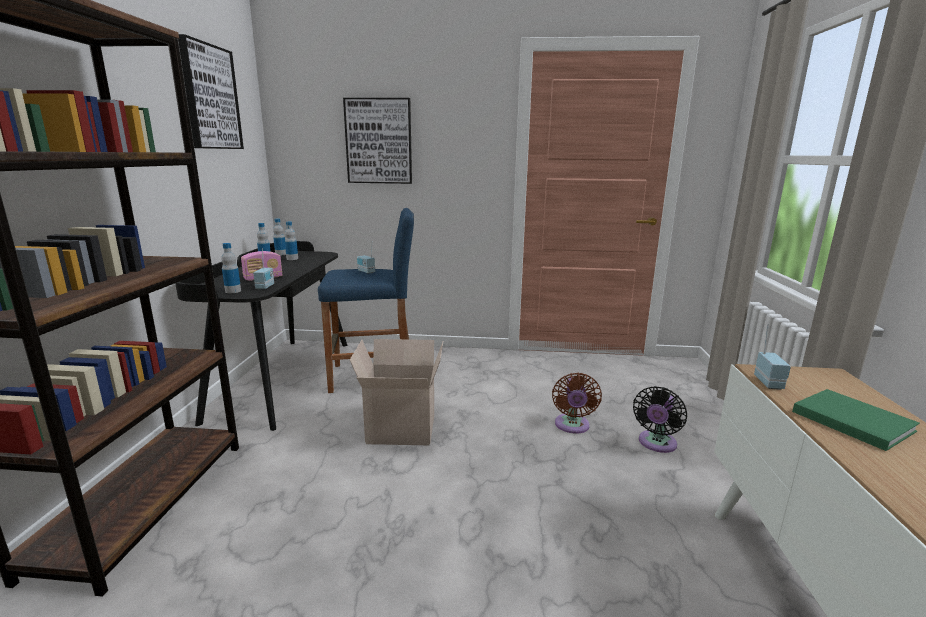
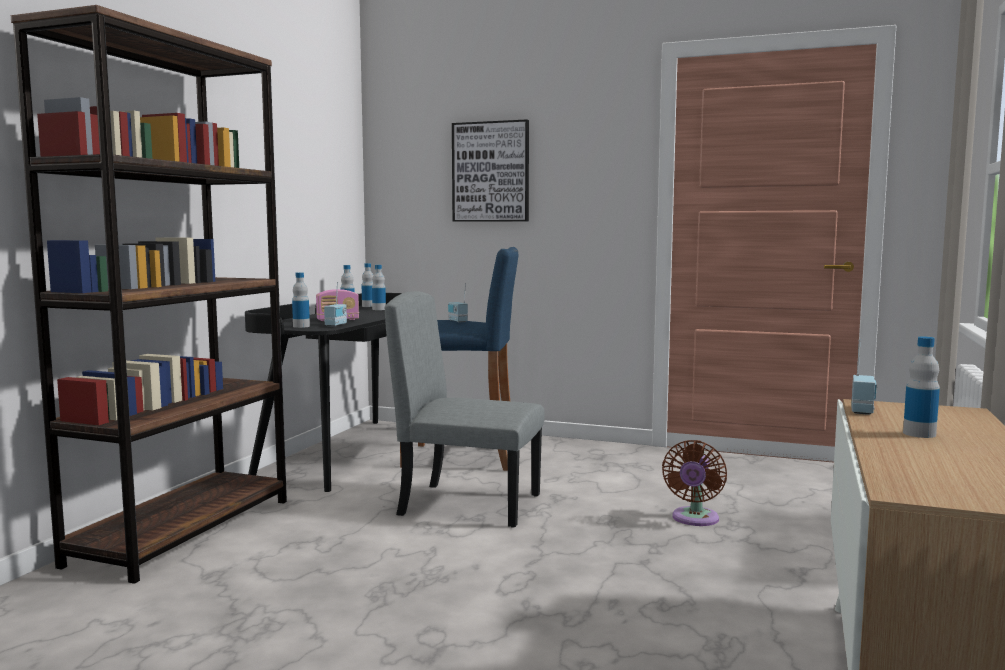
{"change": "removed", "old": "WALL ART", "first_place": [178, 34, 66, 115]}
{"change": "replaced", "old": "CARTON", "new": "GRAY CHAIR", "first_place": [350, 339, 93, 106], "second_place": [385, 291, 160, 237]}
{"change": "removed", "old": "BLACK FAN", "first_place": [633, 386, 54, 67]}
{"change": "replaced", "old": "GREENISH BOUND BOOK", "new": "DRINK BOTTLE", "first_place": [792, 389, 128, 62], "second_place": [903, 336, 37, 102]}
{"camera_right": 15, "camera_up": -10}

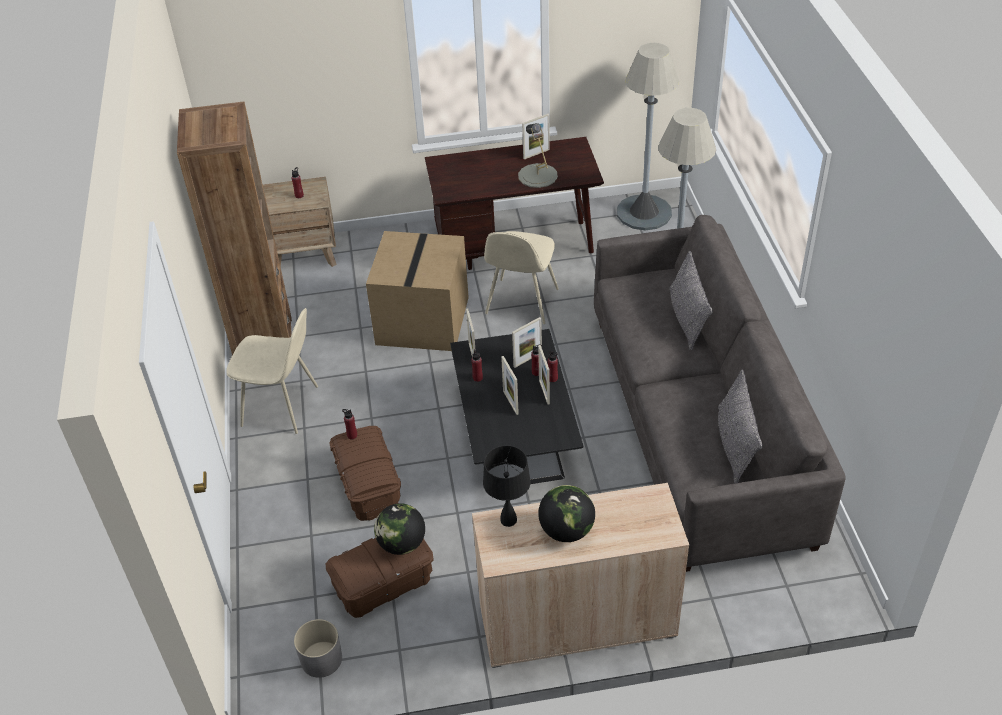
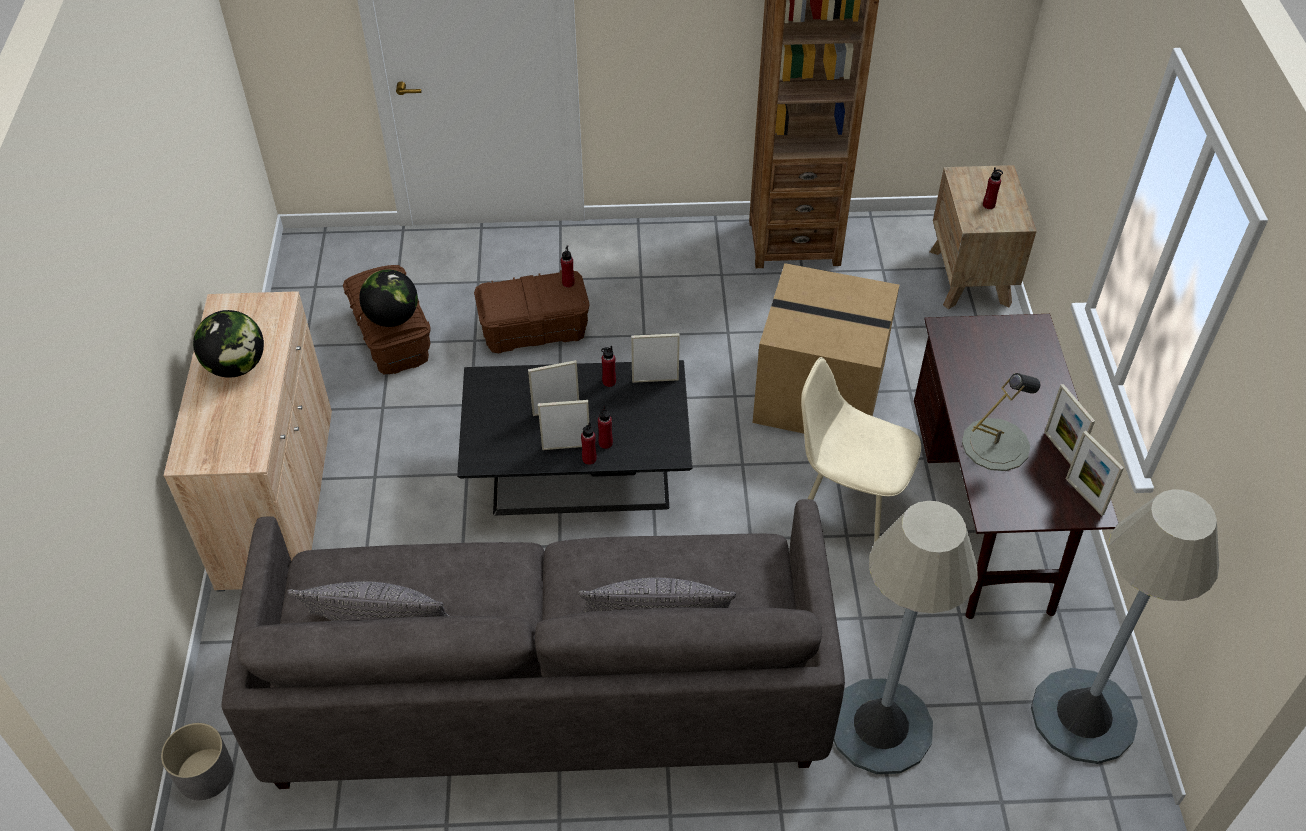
{"change": "removed", "old": "SAND-COLOURED CHAIR", "first_place": [226, 308, 92, 126]}
{"change": "moved", "old": "PICTURE FRAME", "first_place": [512, 317, 30, 51], "second_place": [1066, 431, 58, 85]}
{"change": "removed", "old": "BLACK TABLETOP LAMP", "first_place": [483, 445, 48, 82]}
{"change": "moved", "old": "GRAY PLANTER", "first_place": [294, 619, 48, 59], "second_place": [161, 723, 73, 77]}
{"camera_right": 95, "camera_up": 5}

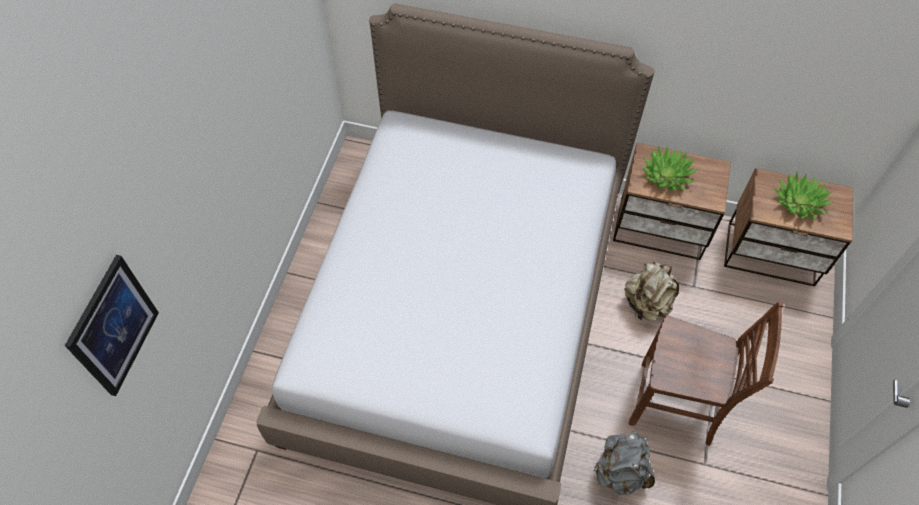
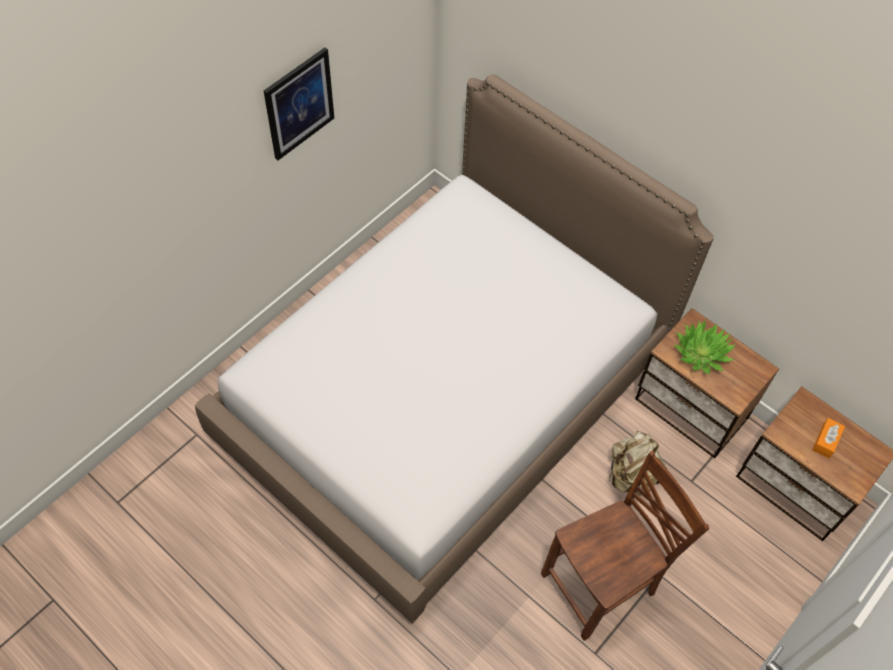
{"change": "replaced", "old": "HOUSEPLANT", "new": "ORANGE TISSUE BOX", "first_place": [774, 172, 60, 48], "second_place": [812, 418, 33, 40]}
{"change": "moved", "old": "WALL ART", "first_place": [65, 255, 94, 141], "second_place": [264, 48, 70, 112]}
{"change": "turned", "old": "BROWN CHAIR", "first_place": [629, 302, 154, 144], "second_place": [541, 451, 169, 190], "degrees": -75}
{"change": "removed", "old": "GRAY BACKPACK", "first_place": [594, 431, 61, 64]}
{"camera_right": 25, "camera_up": 0}

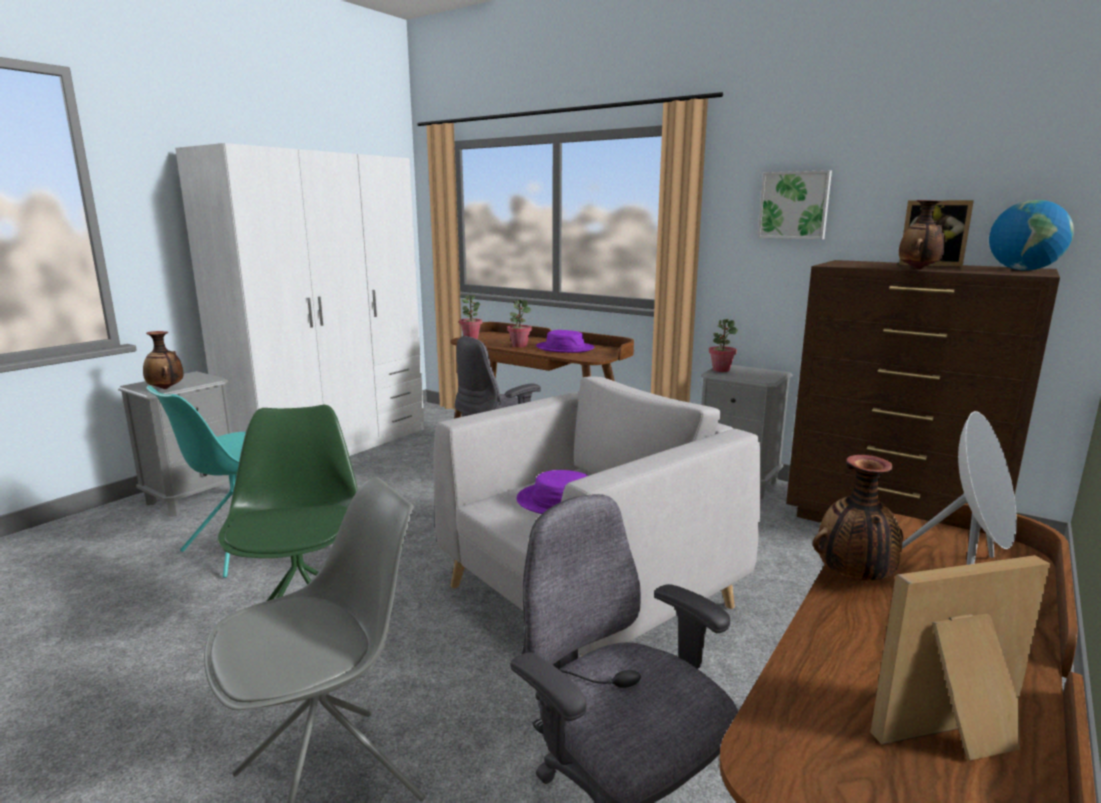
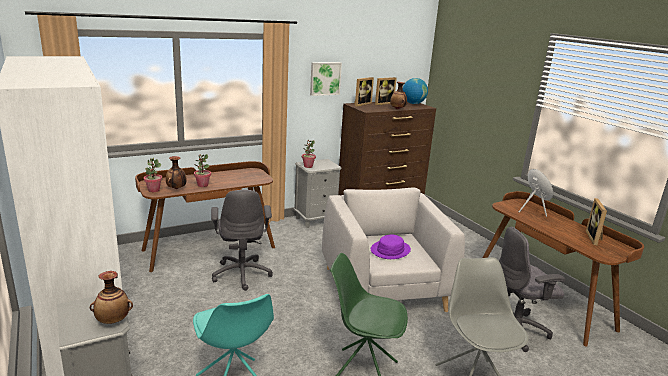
{"change": "removed", "old": "PURPLE-COLOURED HAT", "first_place": [536, 330, 58, 23]}
{"change": "moved", "old": "DECORATIVE VASE", "first_place": [813, 455, 91, 125], "second_place": [166, 156, 20, 33]}
{"change": "added", "new": "PICTURE FRAME", "second_place": [354, 77, 20, 29]}
{"camera_right": -65, "camera_up": 5}

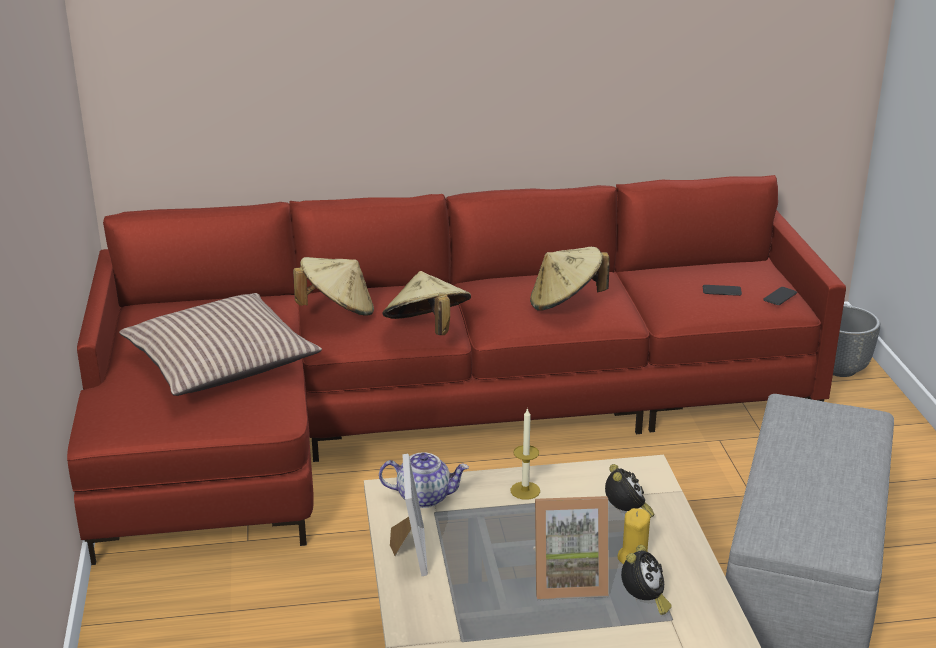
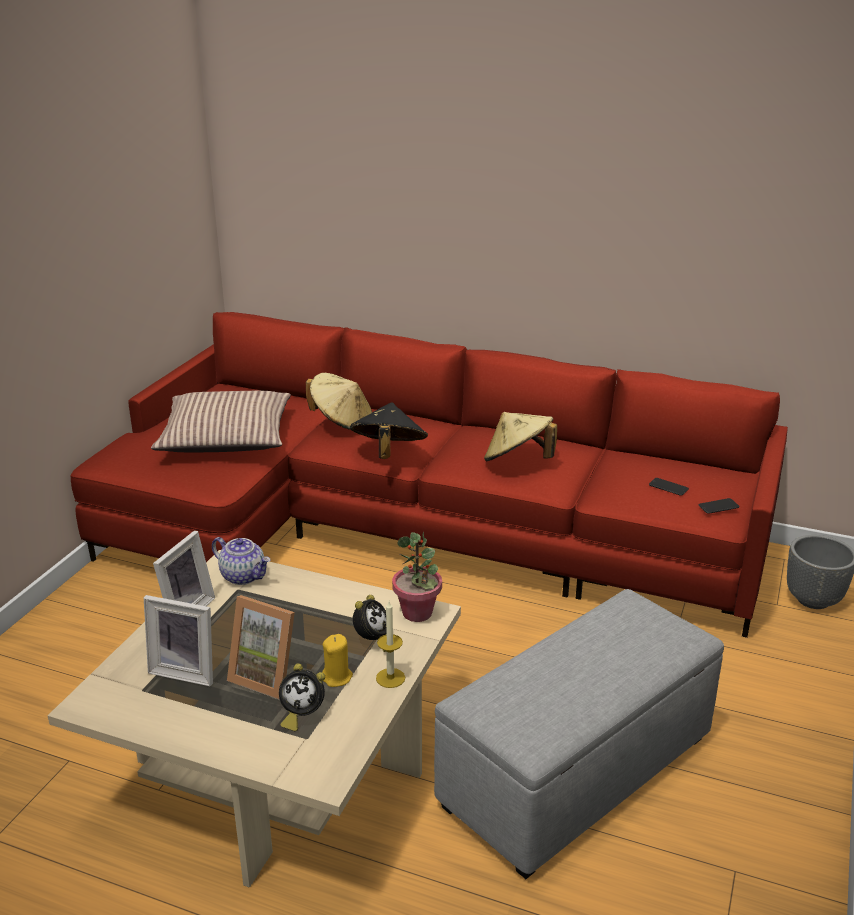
{"change": "recoloured", "old": "SAND-COLOURED HAT", "new": "BLACK HAT", "first_place": [382, 271, 89, 64], "second_place": [350, 402, 78, 57]}
{"change": "moved", "old": "WAX CANDLE", "first_place": [511, 408, 29, 92], "second_place": [376, 601, 29, 87]}
{"change": "turned", "old": "BEDSIDE CLOCK", "first_place": [621, 545, 51, 70], "second_place": [279, 663, 46, 68], "degrees": 45}
{"change": "added", "new": "HOUSEPLANT", "second_place": [392, 531, 50, 91]}
{"change": "added", "new": "PICTURE FRAME", "second_place": [144, 595, 69, 91]}
{"camera_right": 30, "camera_up": 0}

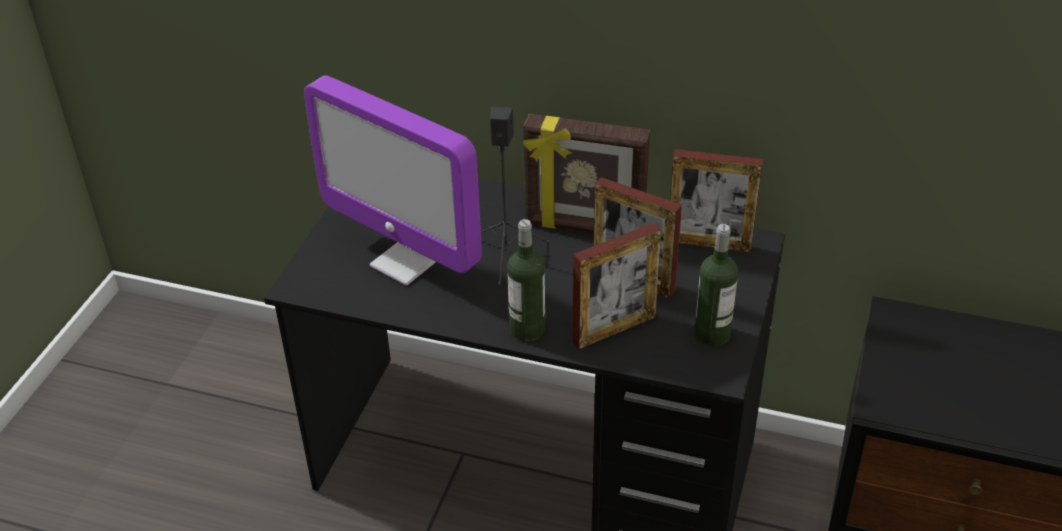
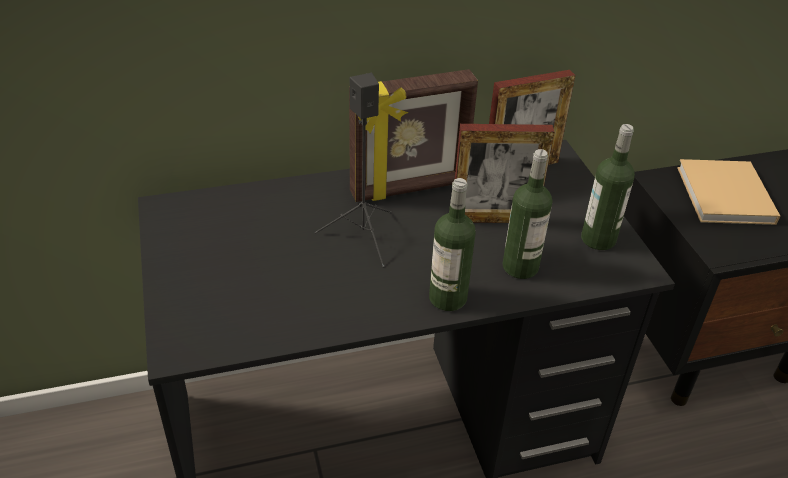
{"change": "removed", "old": "MONITOR", "first_place": [304, 75, 178, 211]}
{"change": "replaced", "old": "PICTURE FRAME", "new": "DRINK BOTTLE", "first_place": [573, 223, 88, 126], "second_place": [503, 149, 49, 130]}
{"change": "added", "new": "SAND-COLOURED BOUND BOOK", "second_place": [677, 159, 103, 66]}
{"camera_right": -35, "camera_up": 0}

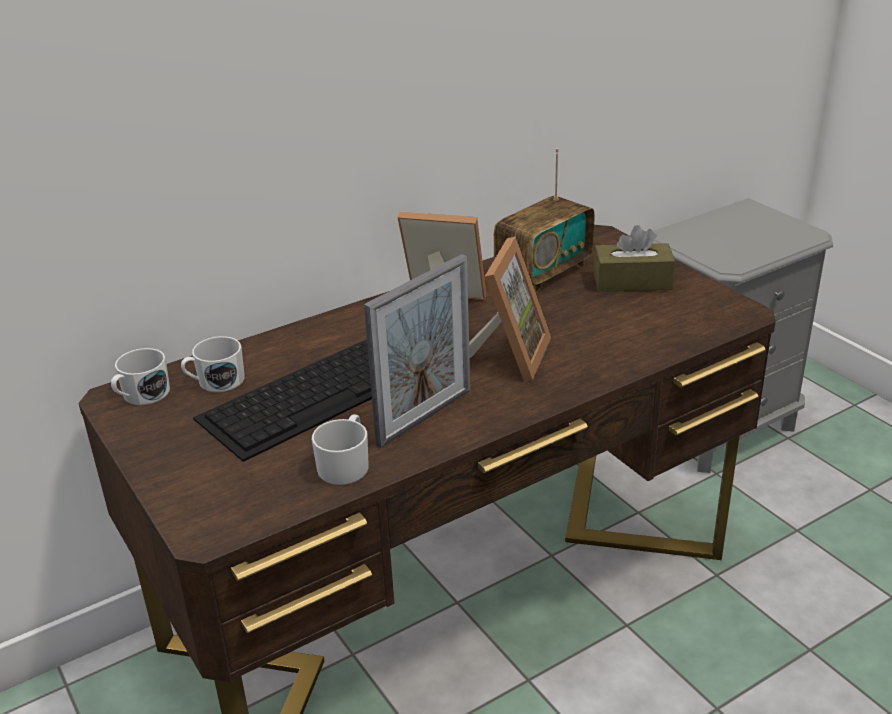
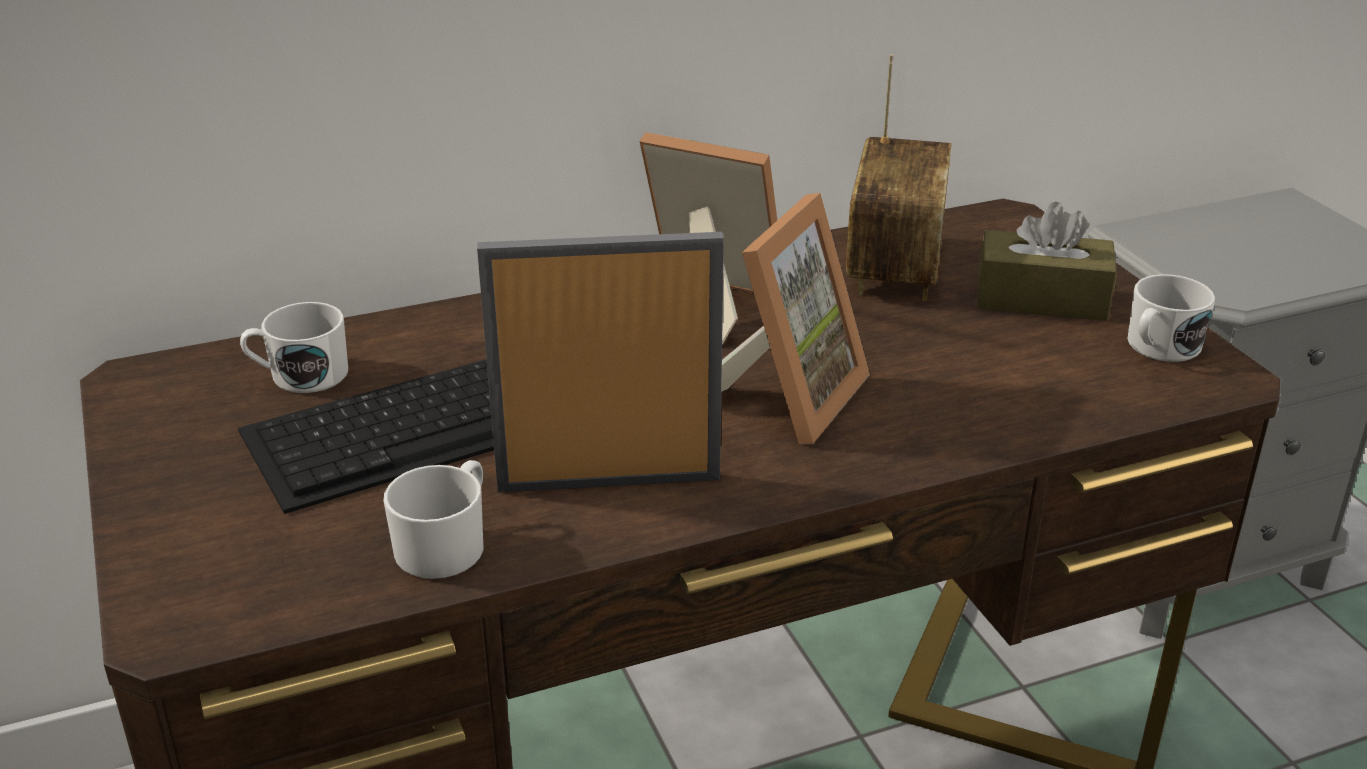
{"change": "turned", "old": "RADIO SET", "first_place": [494, 148, 101, 145], "second_place": [846, 54, 106, 247], "degrees": -45}
{"change": "turned", "old": "PICTURE FRAME", "first_place": [364, 254, 106, 194], "second_place": [477, 232, 247, 261], "degrees": -150}
{"change": "moved", "old": "WHITE-COLOURED COFFEE MUG", "first_place": [111, 348, 59, 57], "second_place": [1127, 274, 88, 88]}
{"camera_right": 10, "camera_up": 0}

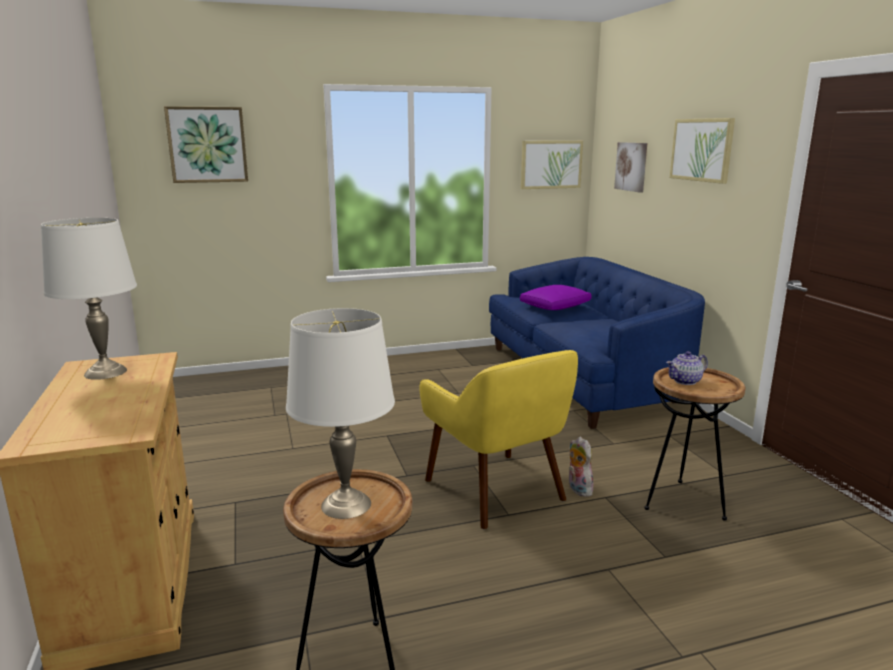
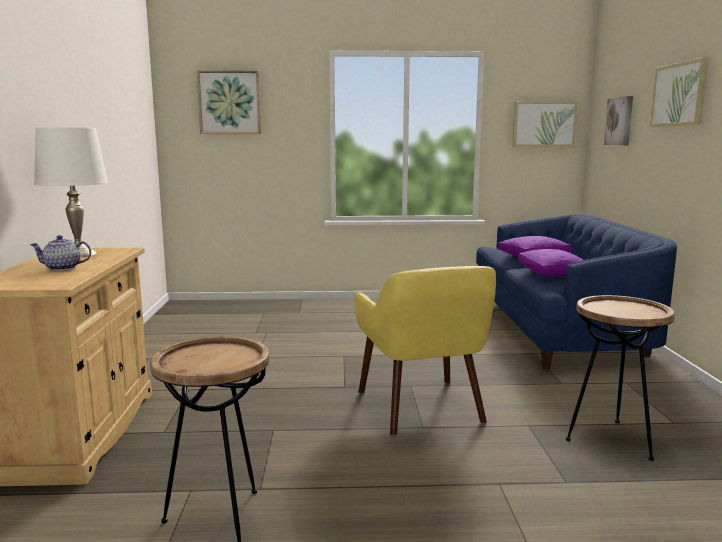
{"change": "removed", "old": "WHITE-COLOURED TABLETOP LAMP", "first_place": [286, 308, 109, 211]}
{"change": "moved", "old": "TEA POT", "first_place": [666, 351, 42, 34], "second_place": [30, 235, 62, 36]}
{"change": "removed", "old": "SOFT TOY", "first_place": [569, 437, 24, 60]}
{"change": "added", "new": "PURPLE-COLOURED CUSHION", "second_place": [518, 249, 65, 28]}
{"camera_right": 15, "camera_up": -5}

